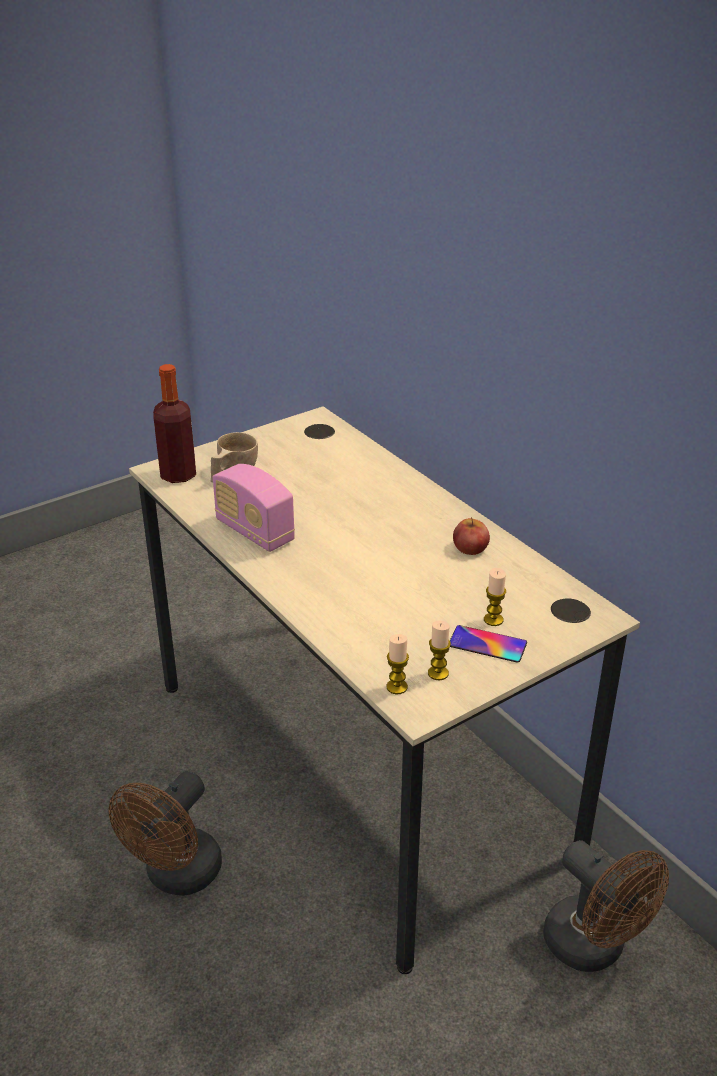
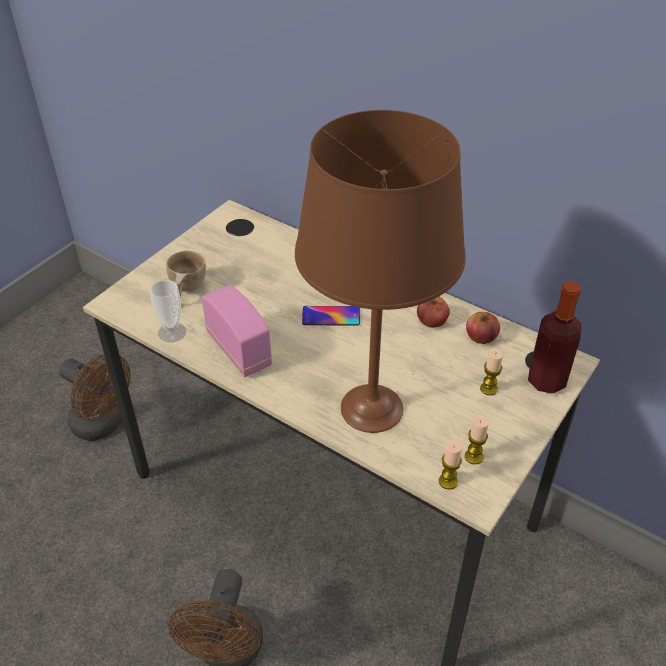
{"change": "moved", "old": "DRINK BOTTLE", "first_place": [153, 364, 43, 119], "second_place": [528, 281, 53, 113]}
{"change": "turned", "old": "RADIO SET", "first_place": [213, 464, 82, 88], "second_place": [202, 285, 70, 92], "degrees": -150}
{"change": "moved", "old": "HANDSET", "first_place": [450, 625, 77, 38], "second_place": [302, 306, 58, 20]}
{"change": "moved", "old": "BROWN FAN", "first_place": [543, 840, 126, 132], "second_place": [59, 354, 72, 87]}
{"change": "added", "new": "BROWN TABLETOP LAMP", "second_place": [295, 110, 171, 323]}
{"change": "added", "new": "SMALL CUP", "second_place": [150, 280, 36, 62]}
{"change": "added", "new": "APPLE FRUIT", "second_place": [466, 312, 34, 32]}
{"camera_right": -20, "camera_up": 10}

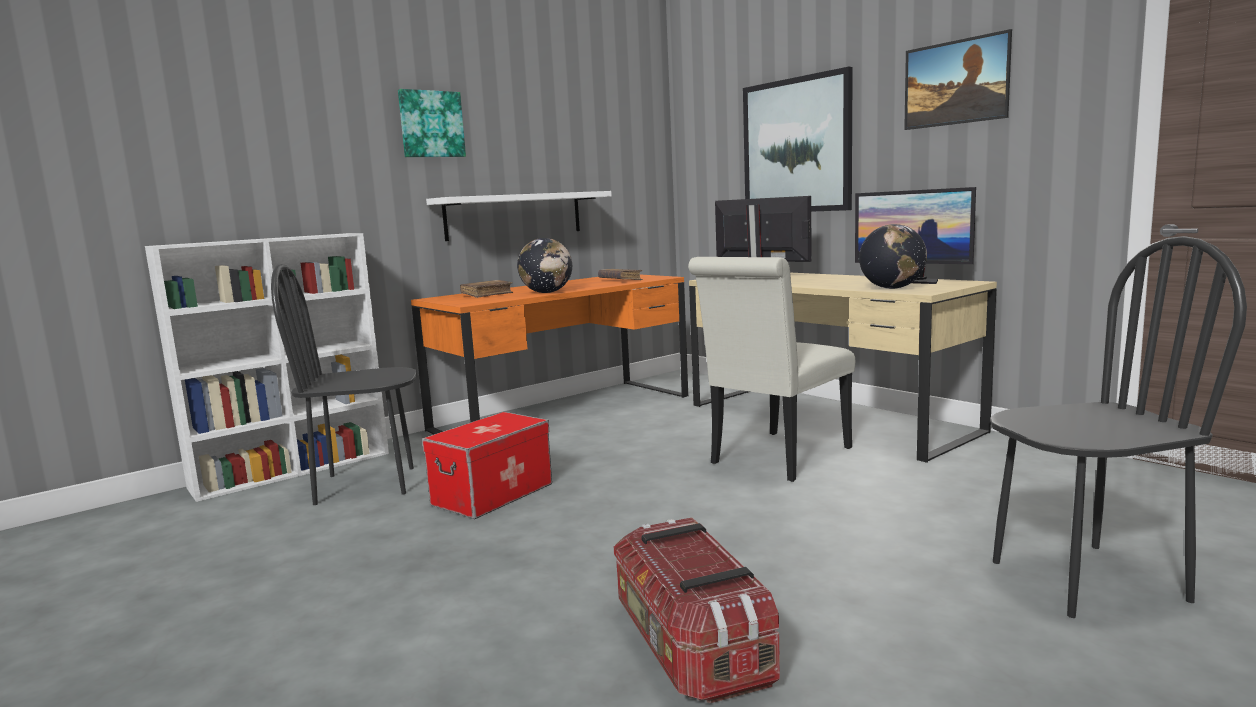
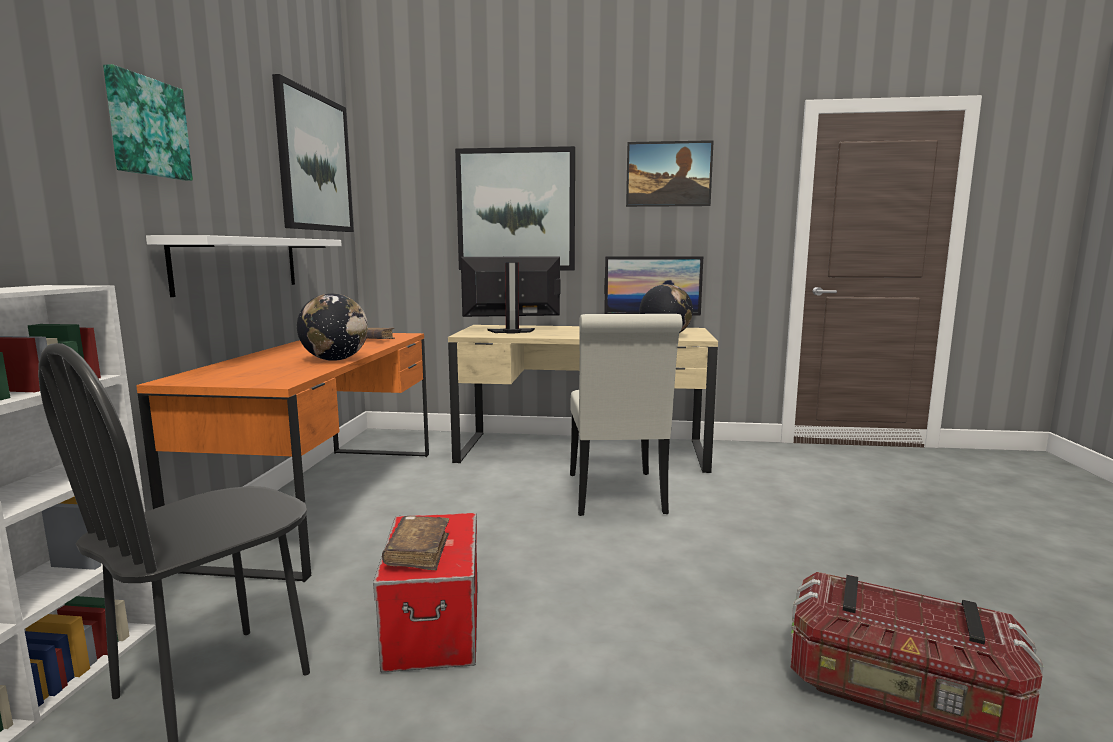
{"change": "removed", "old": "BLACK CHAIR", "first_place": [990, 236, 257, 382]}
{"change": "moved", "old": "BROWN BOUND BOOK", "first_place": [460, 280, 53, 18], "second_place": [382, 516, 67, 54]}
{"change": "added", "new": "WALL ART", "second_place": [272, 74, 82, 158]}
{"camera_right": -45, "camera_up": 0}

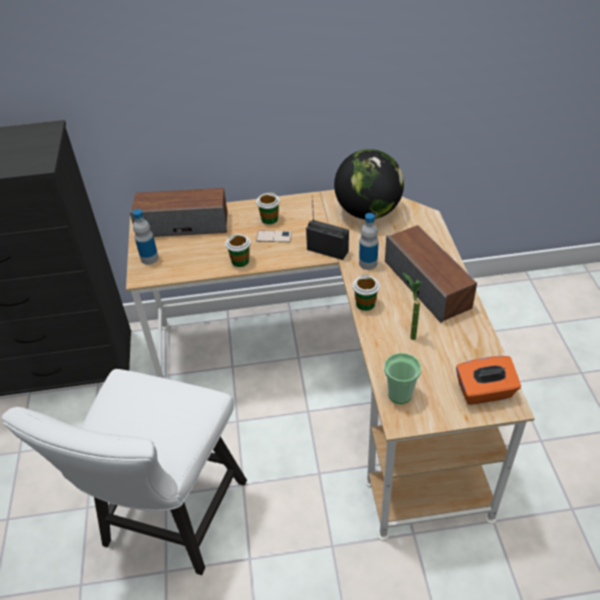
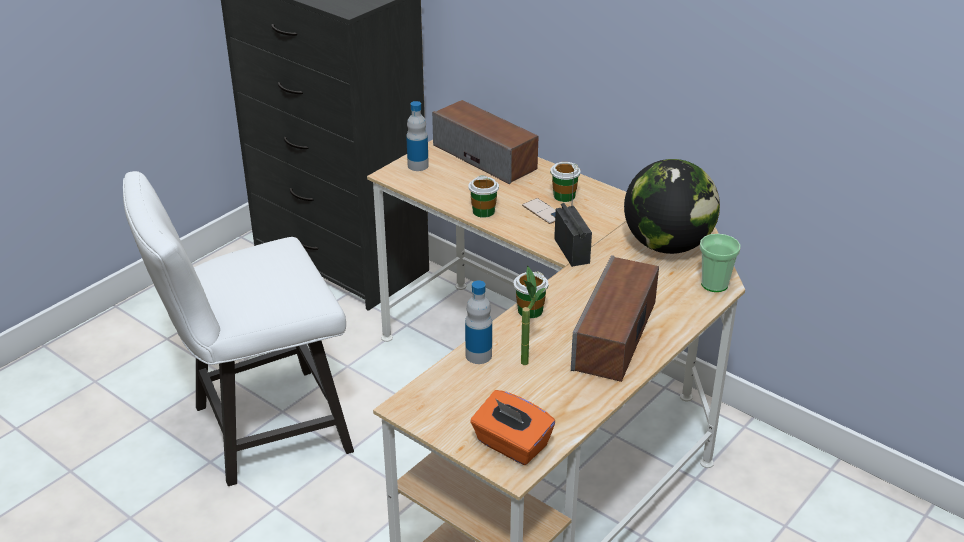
{"change": "moved", "old": "DRINK BOTTLE", "first_place": [359, 213, 20, 57], "second_place": [465, 280, 27, 84]}
{"change": "moved", "old": "SMALL CUP", "first_place": [384, 353, 37, 51], "second_place": [700, 234, 41, 58]}
{"camera_right": 45, "camera_up": -10}

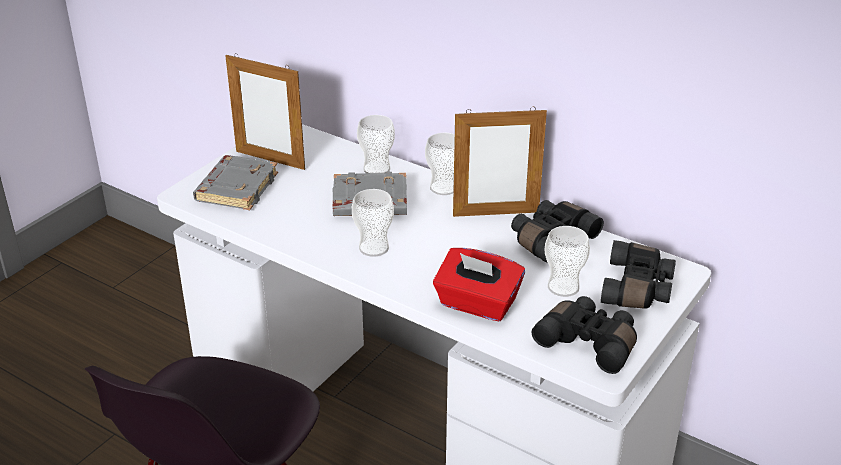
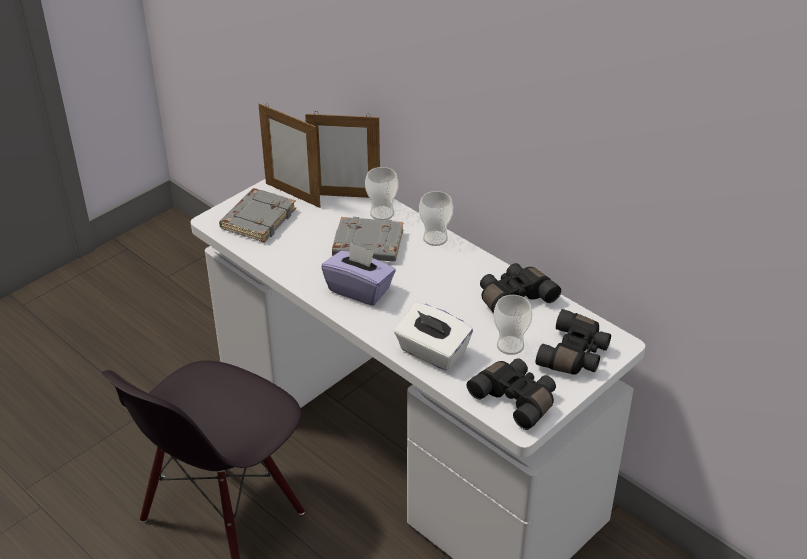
{"change": "moved", "old": "PICTURE FRAME", "first_place": [453, 107, 94, 110], "second_place": [305, 111, 75, 87]}
{"change": "replaced", "old": "SMALL CUP", "new": "PURPLE-COLOURED TISSUE BOX", "first_place": [352, 189, 42, 68], "second_place": [321, 243, 75, 63]}
{"change": "recoloured", "old": "RED-COLOURED TISSUE BOX", "new": "WHITE-COLOURED TISSUE BOX", "first_place": [433, 248, 92, 73], "second_place": [394, 302, 79, 69]}
{"camera_right": 10, "camera_up": 5}

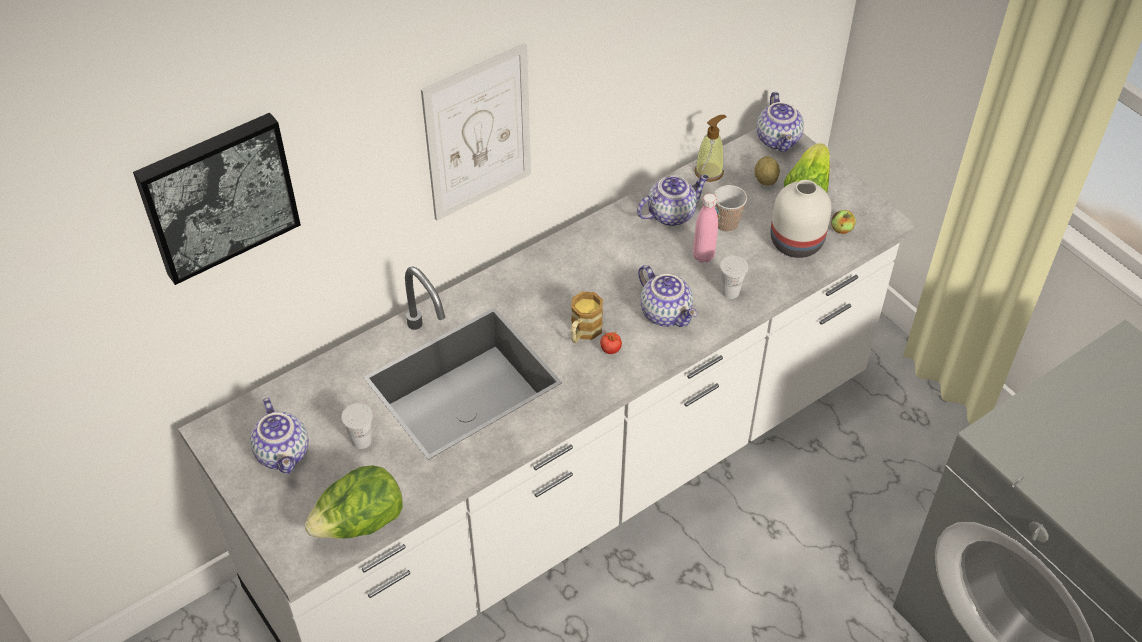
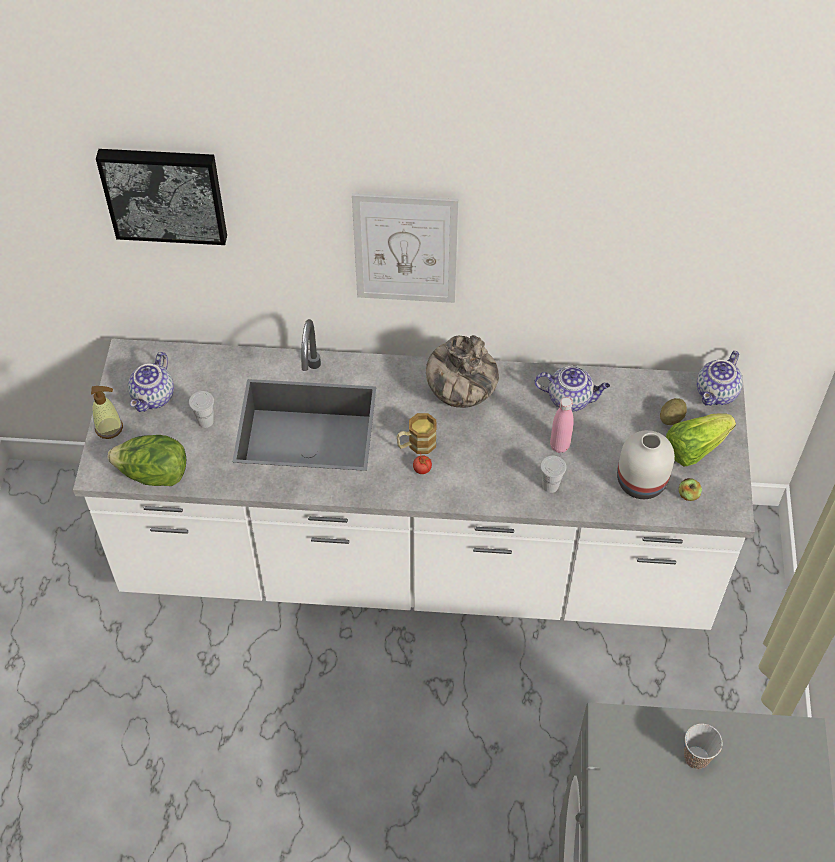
{"change": "moved", "old": "LIQUID SOAP BOTTLE", "first_place": [695, 115, 32, 67], "second_place": [91, 386, 32, 53]}
{"change": "moved", "old": "SMALL CUP", "first_place": [714, 185, 33, 47], "second_place": [684, 724, 39, 45]}
{"change": "removed", "old": "TEA POT", "first_place": [638, 265, 59, 62]}
{"change": "added", "new": "DECORATIVE VASE", "second_place": [426, 335, 73, 73]}
{"camera_right": 40, "camera_up": 5}

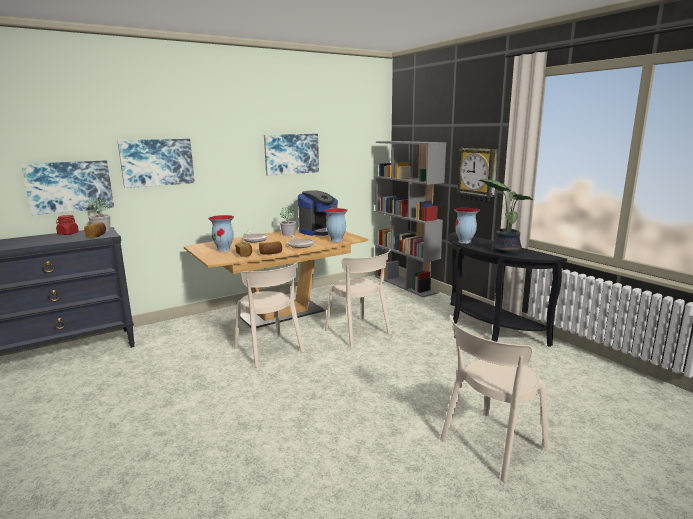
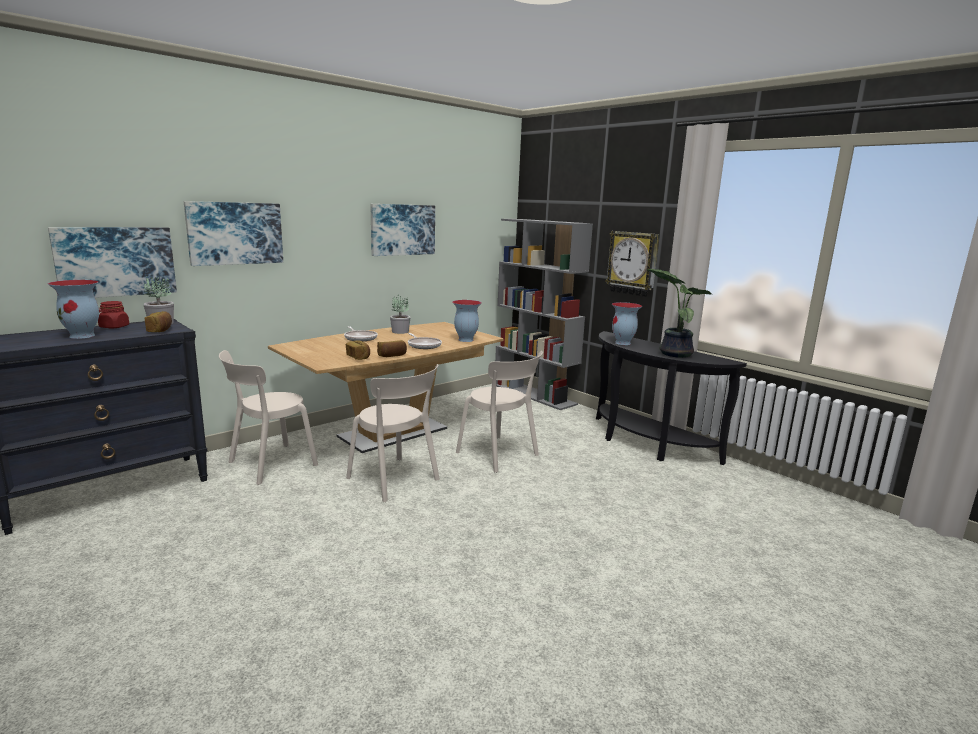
{"change": "removed", "old": "COFFEE MACHINE", "first_place": [298, 190, 40, 46]}
{"change": "moved", "old": "DECORATIVE VASE", "first_place": [208, 215, 26, 37], "second_place": [48, 280, 51, 59]}
{"change": "moved", "old": "SAND-COLOURED CHAIR", "first_place": [440, 315, 109, 168], "second_place": [219, 350, 99, 135]}
{"camera_right": -10, "camera_up": 0}

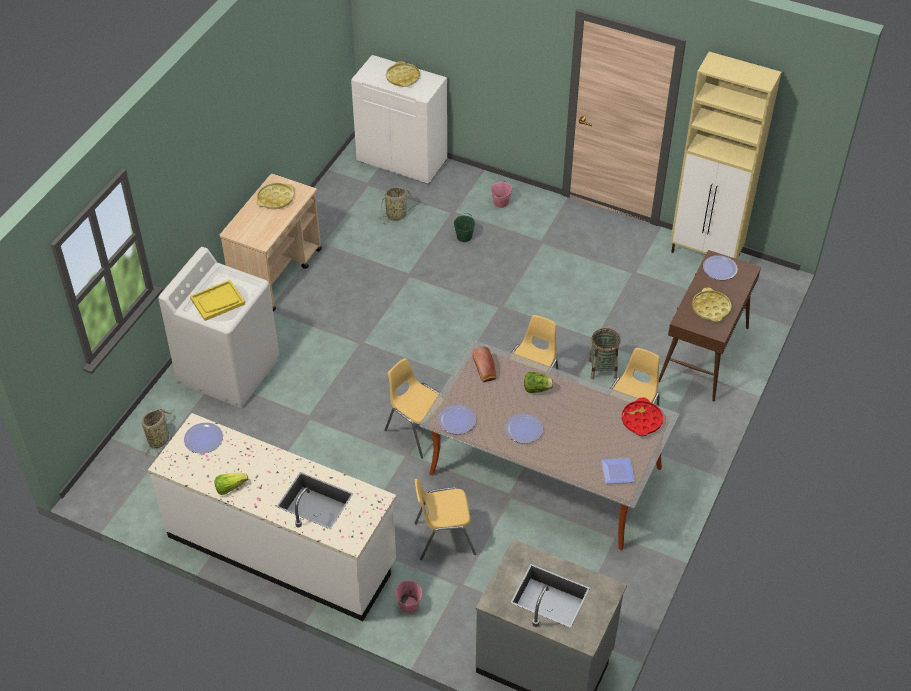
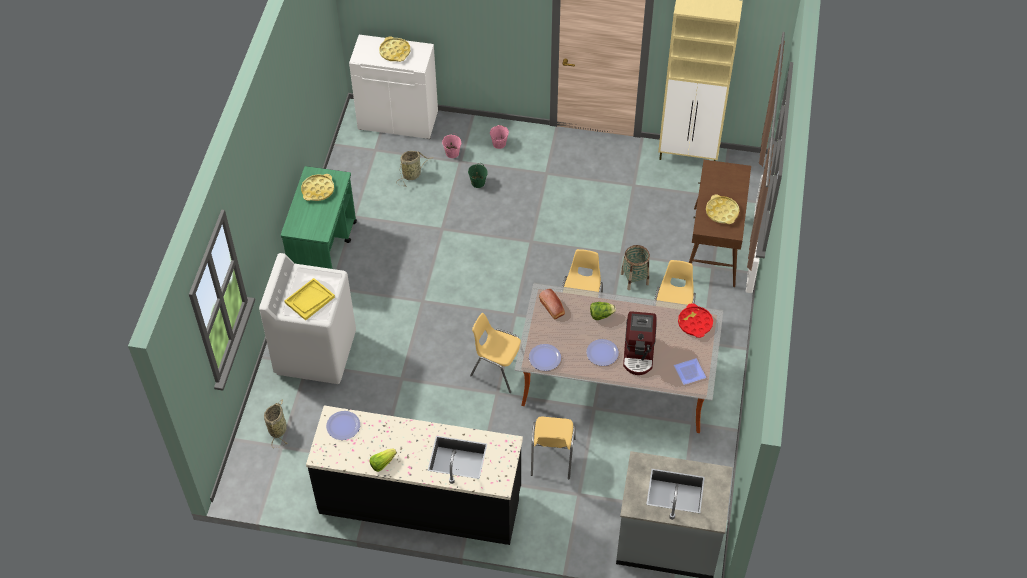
{"change": "recoloured", "old": "SAND-COLOURED TROLLEY", "new": "GREENISH TROLLEY", "first_place": [220, 174, 102, 137], "second_place": [281, 166, 76, 103]}
{"change": "removed", "old": "PLATE", "first_place": [703, 255, 35, 25]}
{"change": "recoloured", "old": "WHITE-COLOURED COUNTER", "new": "BLACK COUNTER", "first_place": [148, 413, 248, 208], "second_place": [306, 406, 217, 139]}
{"change": "turned", "old": "YELLOW-COLOURED CHAIR", "first_place": [415, 479, 61, 81], "second_place": [531, 417, 45, 62], "degrees": -60}
{"change": "moved", "old": "PINKISH PAIL", "first_place": [395, 580, 27, 33], "second_place": [442, 133, 19, 25]}
{"change": "added", "new": "COFFEE MACHINE", "second_place": [623, 311, 34, 64]}
{"camera_right": -15, "camera_up": 5}

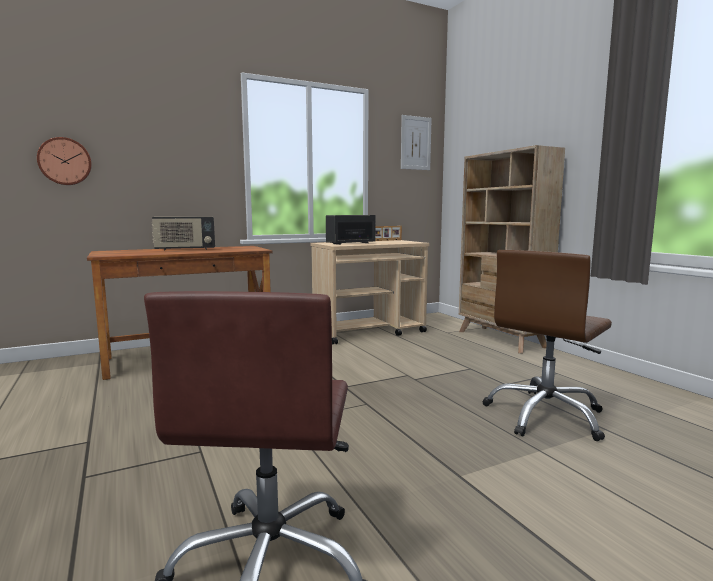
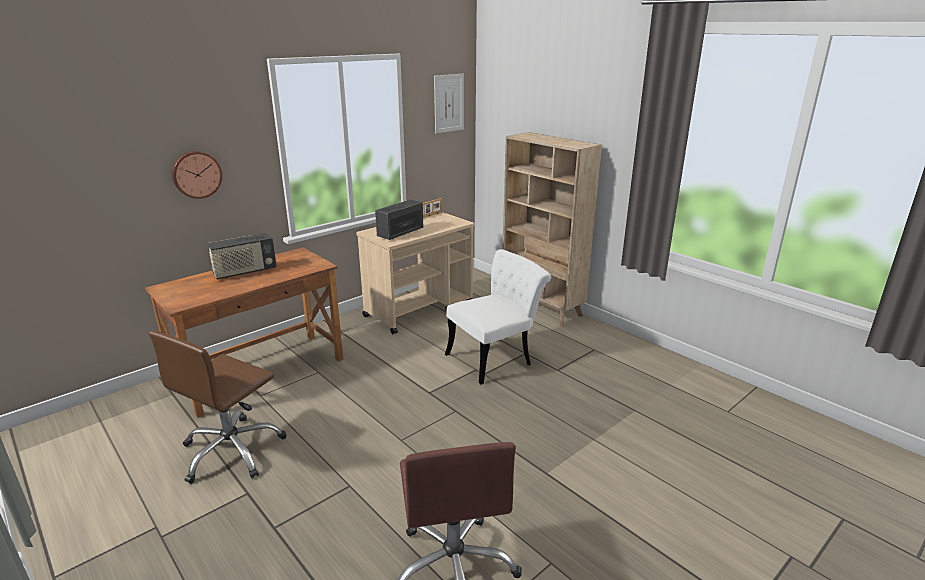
{"change": "moved", "old": "WALL CLOCK", "first_place": [37, 137, 55, 48], "second_place": [172, 151, 50, 48]}
{"change": "moved", "old": "BROWN DESK CHAIR", "first_place": [483, 250, 129, 191], "second_place": [148, 330, 139, 154]}
{"change": "added", "new": "WHITE-COLOURED CHAIR", "second_place": [445, 249, 106, 136]}
{"camera_right": -15, "camera_up": 15}

